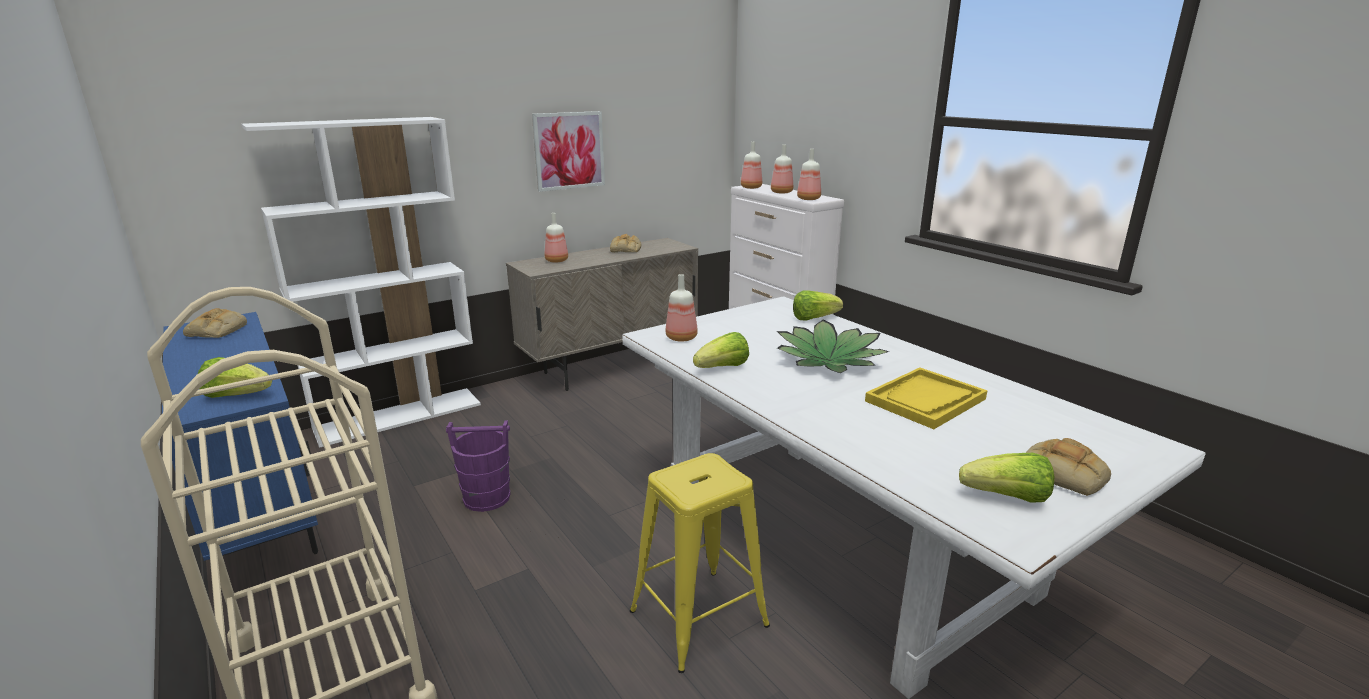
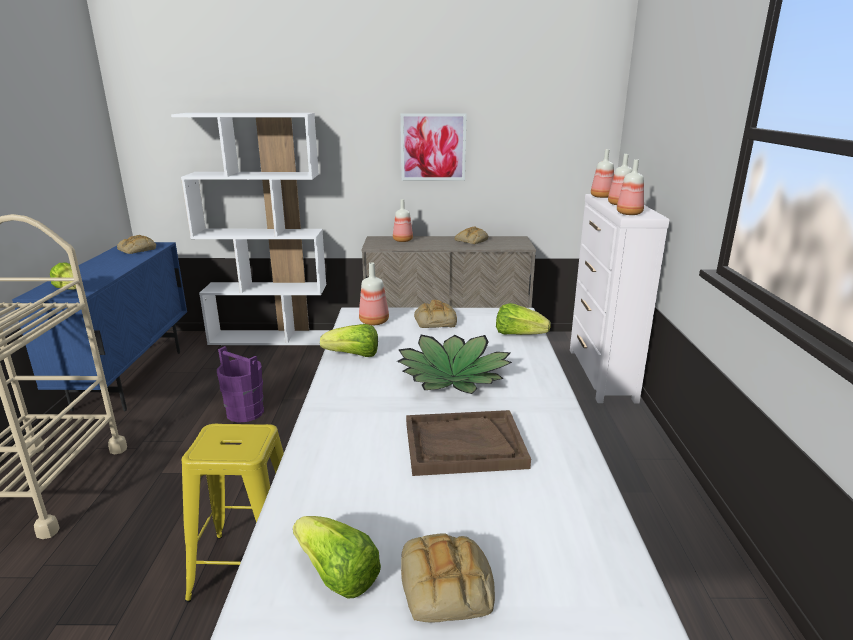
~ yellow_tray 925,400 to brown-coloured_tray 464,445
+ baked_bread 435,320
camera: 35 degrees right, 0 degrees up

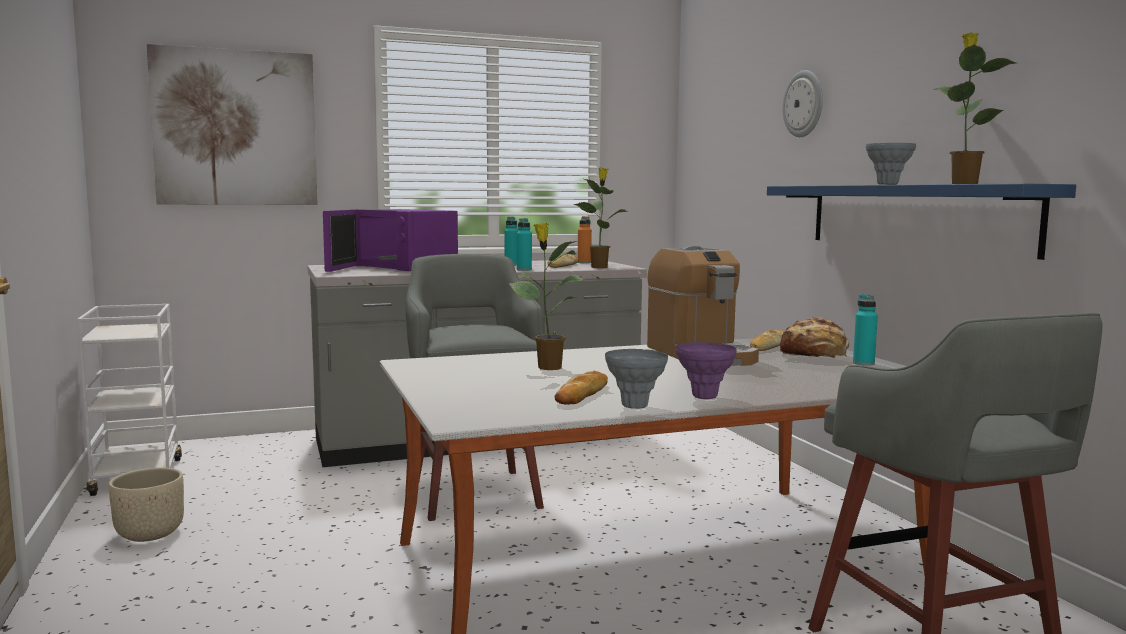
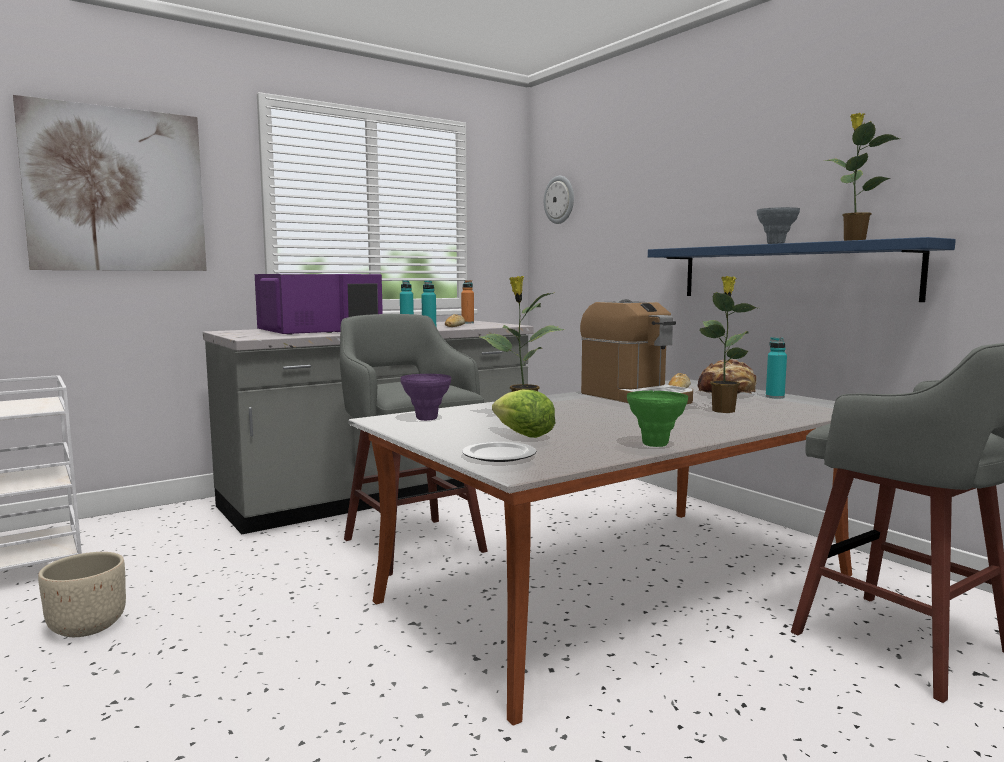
~ purple_microwave_oven 400,267 = 304,330 150 degrees counterclockwise
~ purple_flower_vase 704,397 to 426,419
+ flat_dish 497,455
+ head_of_lettuce 523,435
~ clock_on_the_wall 804,104 to 559,200
~ greyish_flower_vase 635,406 to green-coloured_flower_vase 655,444
~ houseplant 599,267 to 723,410
- baked_bread 582,394
camera: 15 degrees left, 0 degrees up

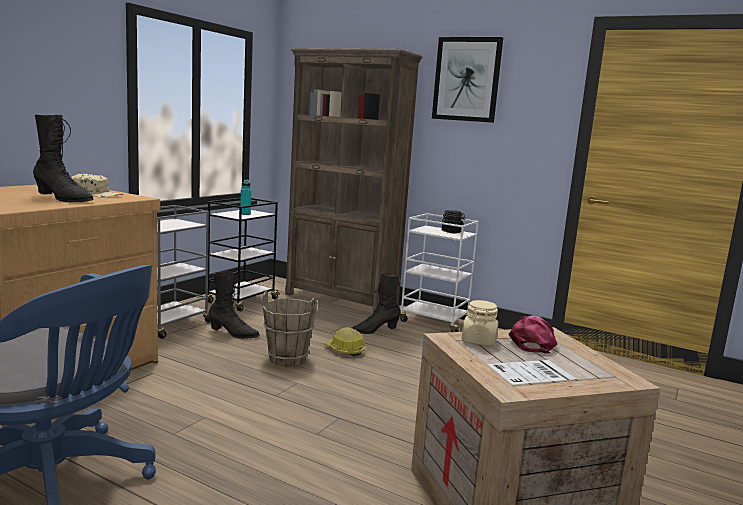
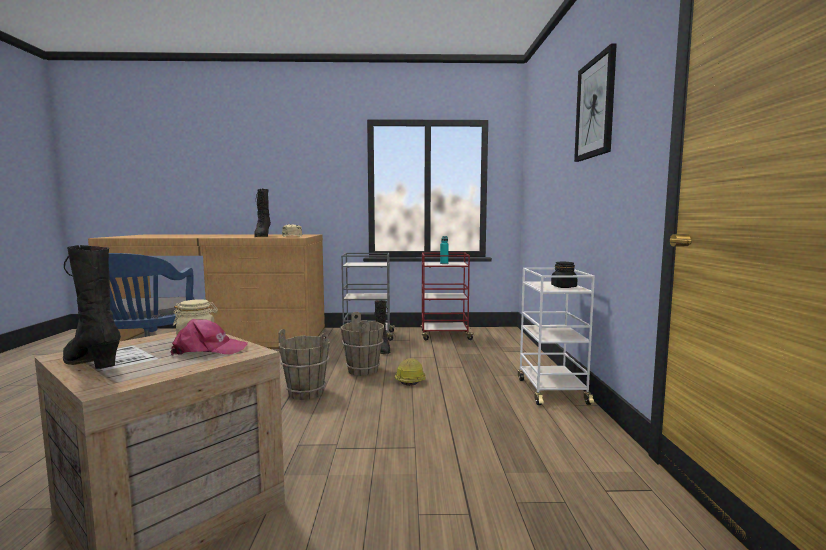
~ black-coloured_high-top_boot 375,331 to 91,364
+ brown-coloured_pail 306,392
~ black-coloured_wheeled_cart 241,301 to reddish_wheeled_cart 444,335
- brown-coloured_bookshelf 341,300
camera: 60 degrees right, 5 degrees down

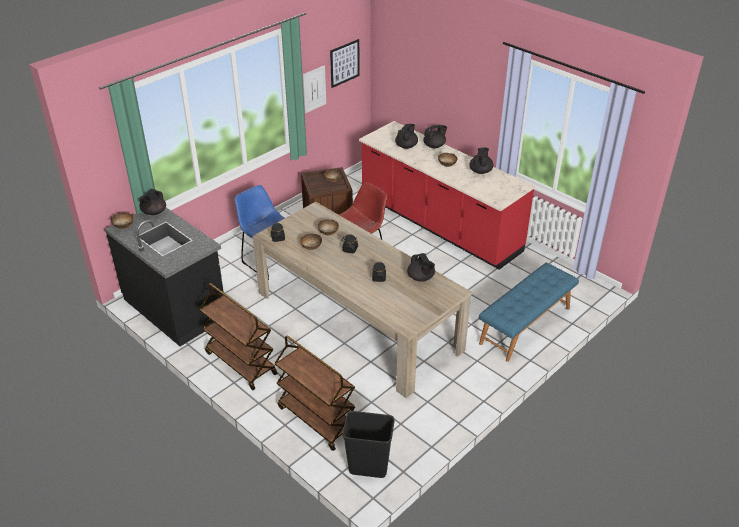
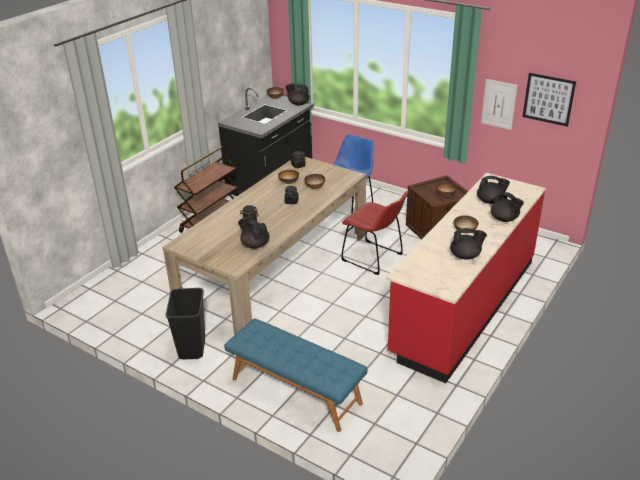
~ black-coloured_trash_can 368,467 to 191,348
~ black-coloured_pot_for_tea 421,278 = 255,244 75 degrees clockwise
- brown-coloured_wheeled_cart 316,419
camera: 80 degrees right, 5 degrees down

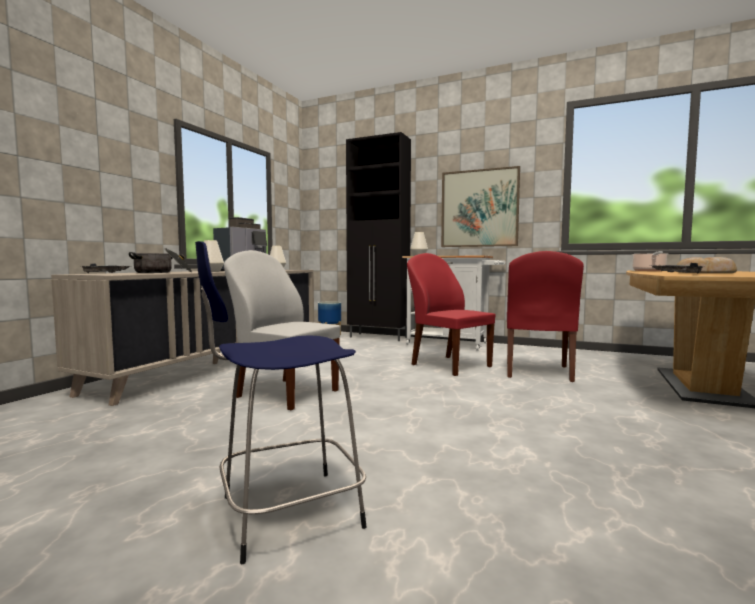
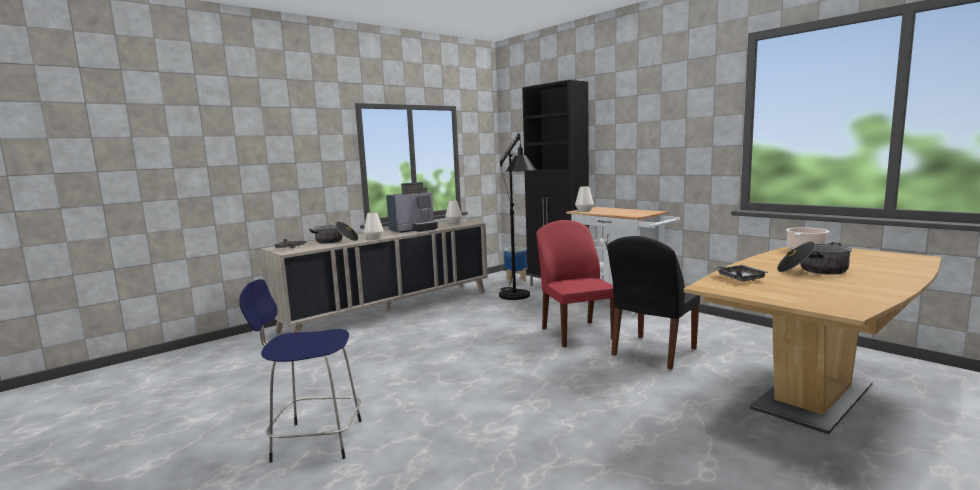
+ black-coloured_standard_lamp 517,298
~ reddish_plain_chair 537,372 to black-coloured_plain_chair 652,353
~ baked_bread 705,272 to saucepot 813,271
- white_plain_chair 285,393
- wall_picture 479,208
camera: 25 degrees right, 5 degrees up

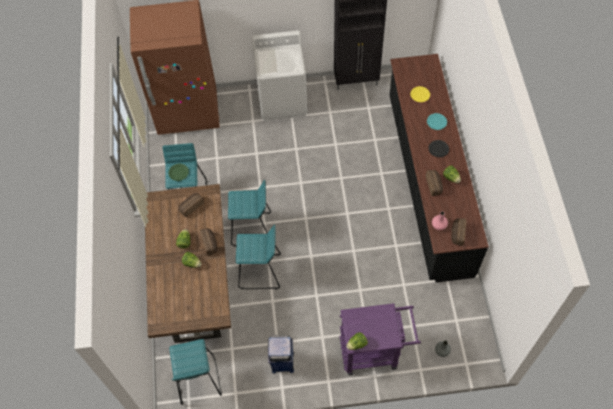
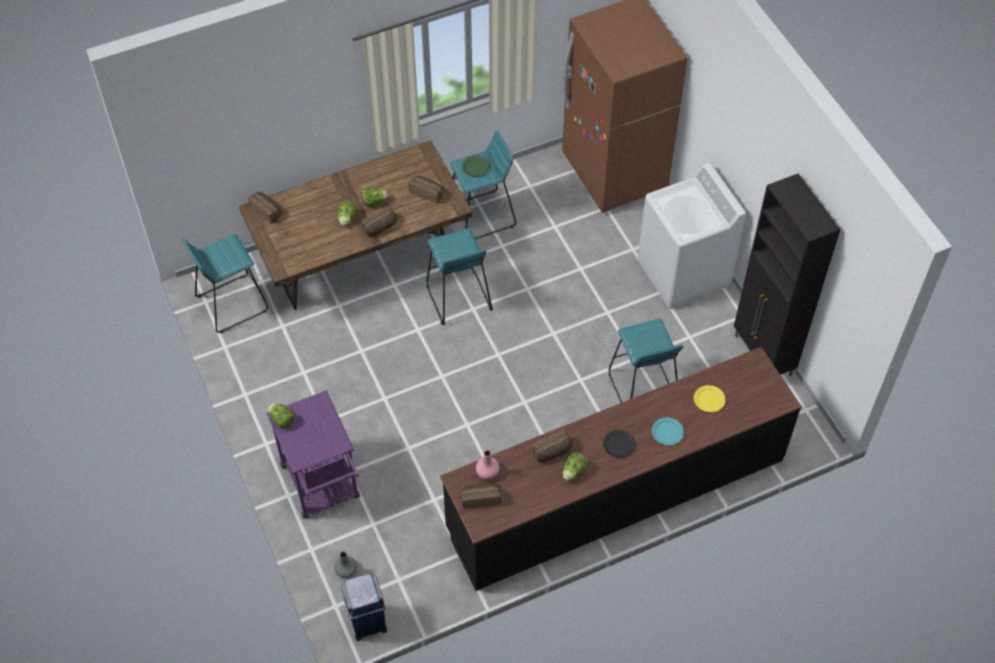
+ baked_bread 267,211
~ blue-coloured_trash_can 282,362 to 367,621
~ turquoise_stool 260,272 to 642,388
camera: 70 degrees right, 5 degrees down

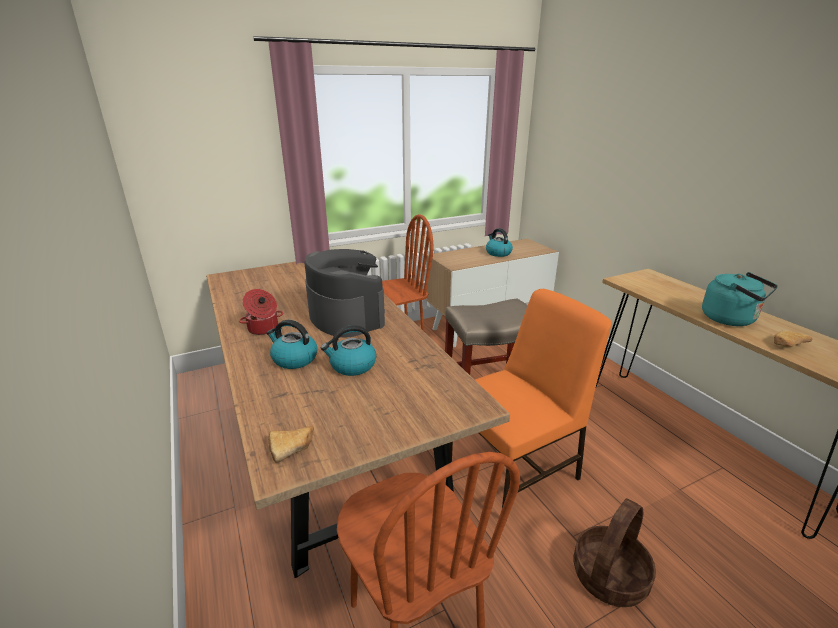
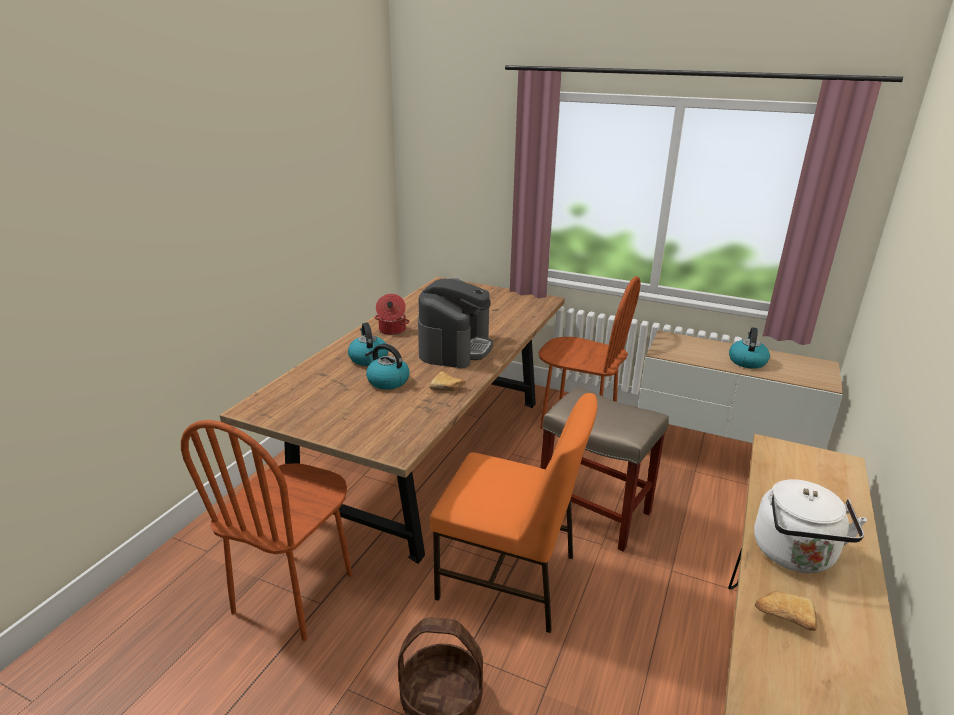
~ baked_bread 293,447 to 448,388
~ turquoise_water_kettle 731,319 to white_water_kettle 795,556
camera: 50 degrees right, 0 degrees up

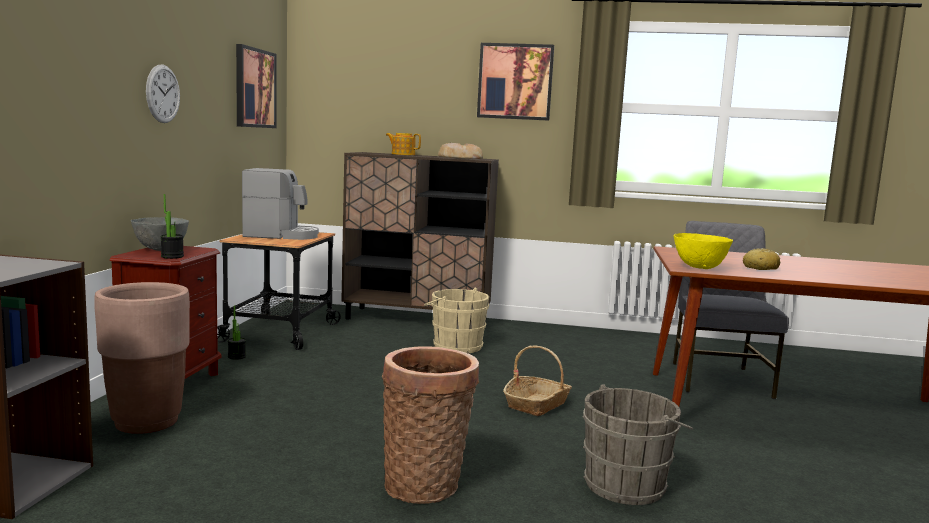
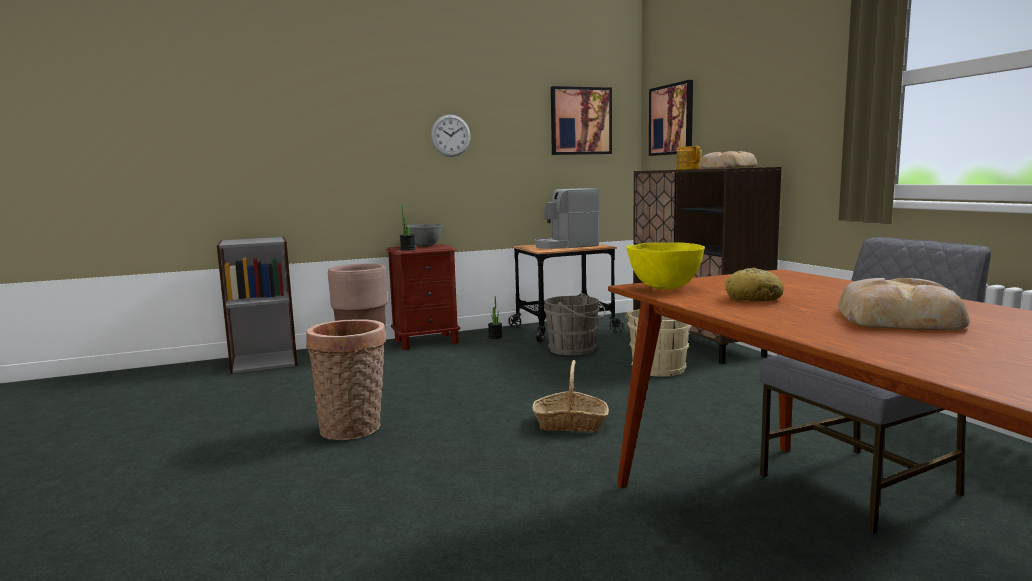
~ coffee_maker 281,235 = 566,246 105 degrees clockwise
~ greyish_pail 629,484 to 575,350
~ wall_picture 515,81 to 671,120
+ baked_bread 900,318
camera: 60 degrees right, 0 degrees up

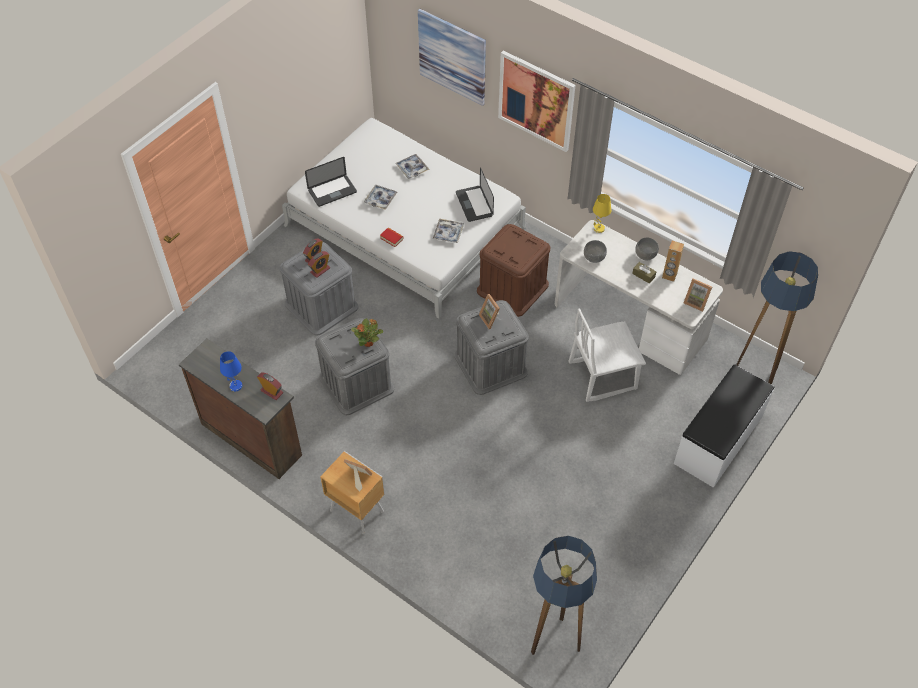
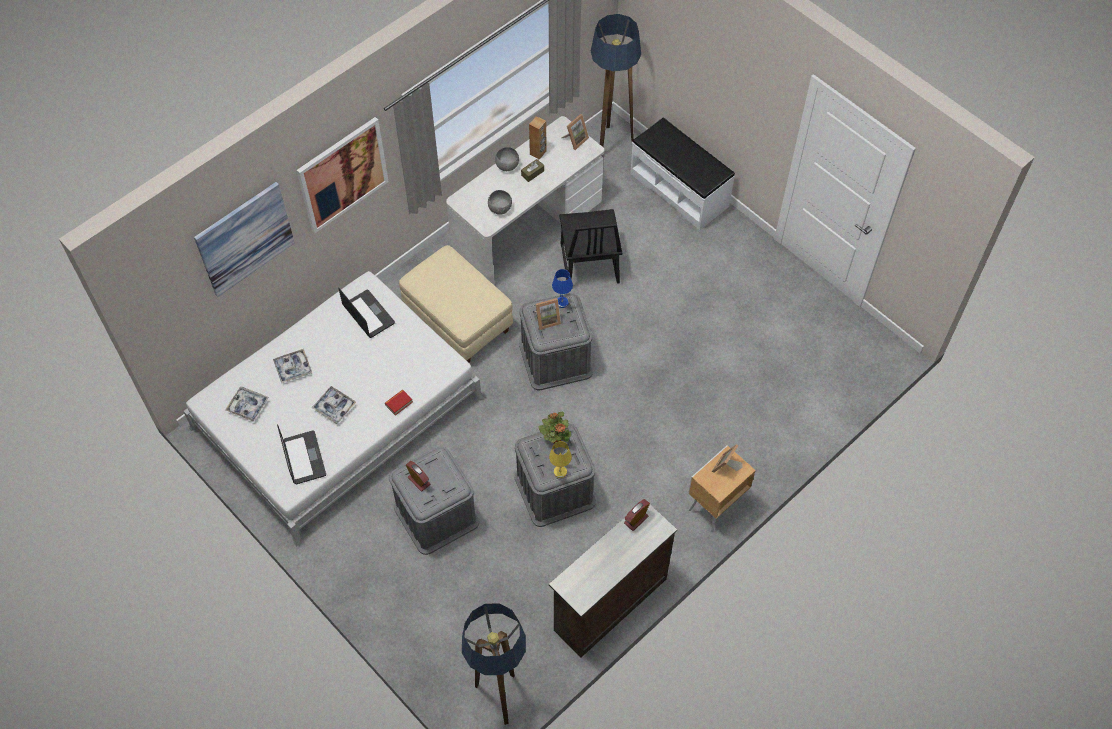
~ tray 448,233 to 248,406
~ portable_computer 474,204 = 368,314 120 degrees counterclockwise
~ brown-coloured_storage_box 512,288 to beige_footrest 457,321
~ standard_lamp 553,643 to 500,699
~ yellow_table_lamp 598,229 to 560,472
~ blue-coloured_table_lamp 235,386 to 562,303
~ white_plain_chair 602,375 to black-coloured_plain_chair 588,264
- table_clock 320,270
camera: 80 degrees left, 5 degrees up

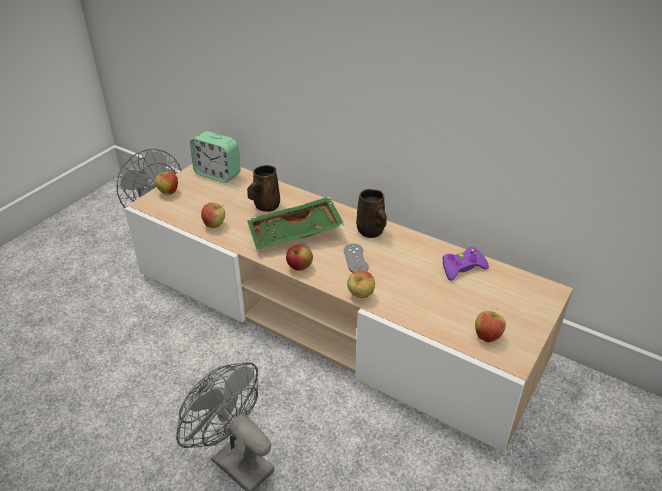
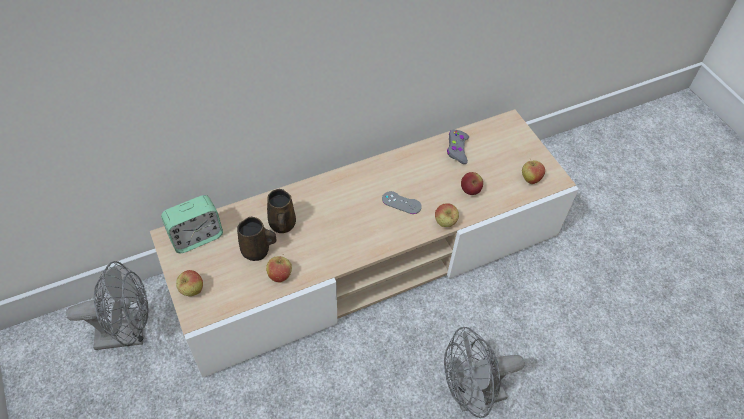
~ brown-coloured_mug 371,232 to 257,251
~ purple_gamepad 462,268 to greyish_gamepad 457,149
~ apple 299,267 to 470,190
- green-coloured_tray 295,234
camera: 60 degrees left, 15 degrees up

